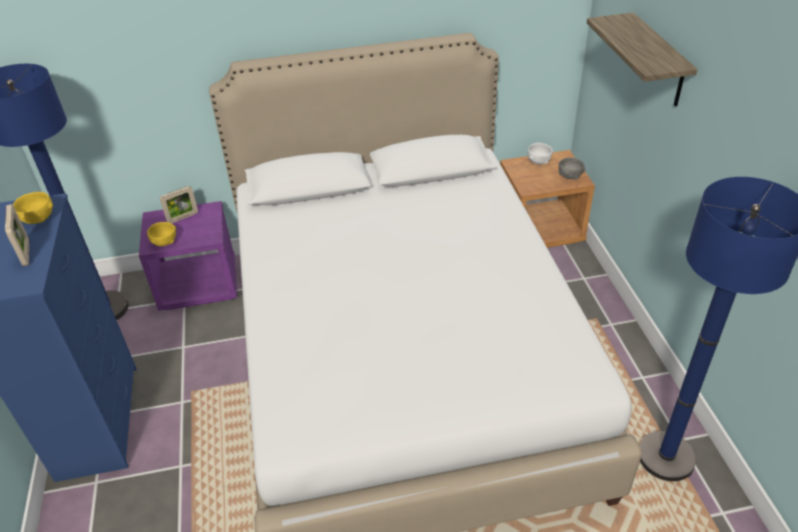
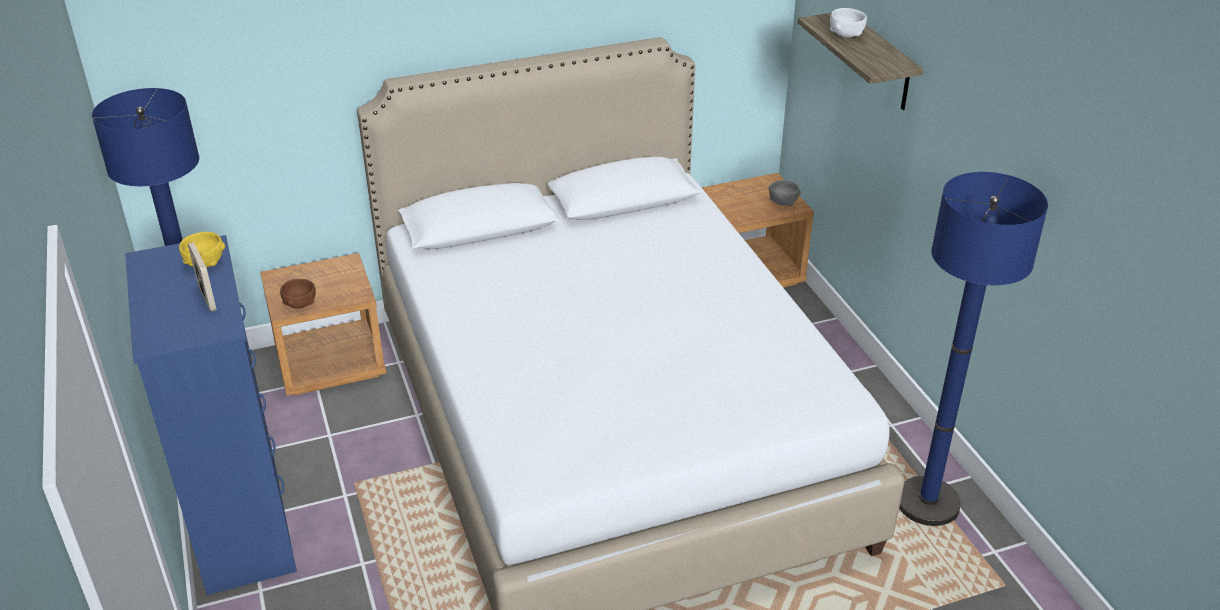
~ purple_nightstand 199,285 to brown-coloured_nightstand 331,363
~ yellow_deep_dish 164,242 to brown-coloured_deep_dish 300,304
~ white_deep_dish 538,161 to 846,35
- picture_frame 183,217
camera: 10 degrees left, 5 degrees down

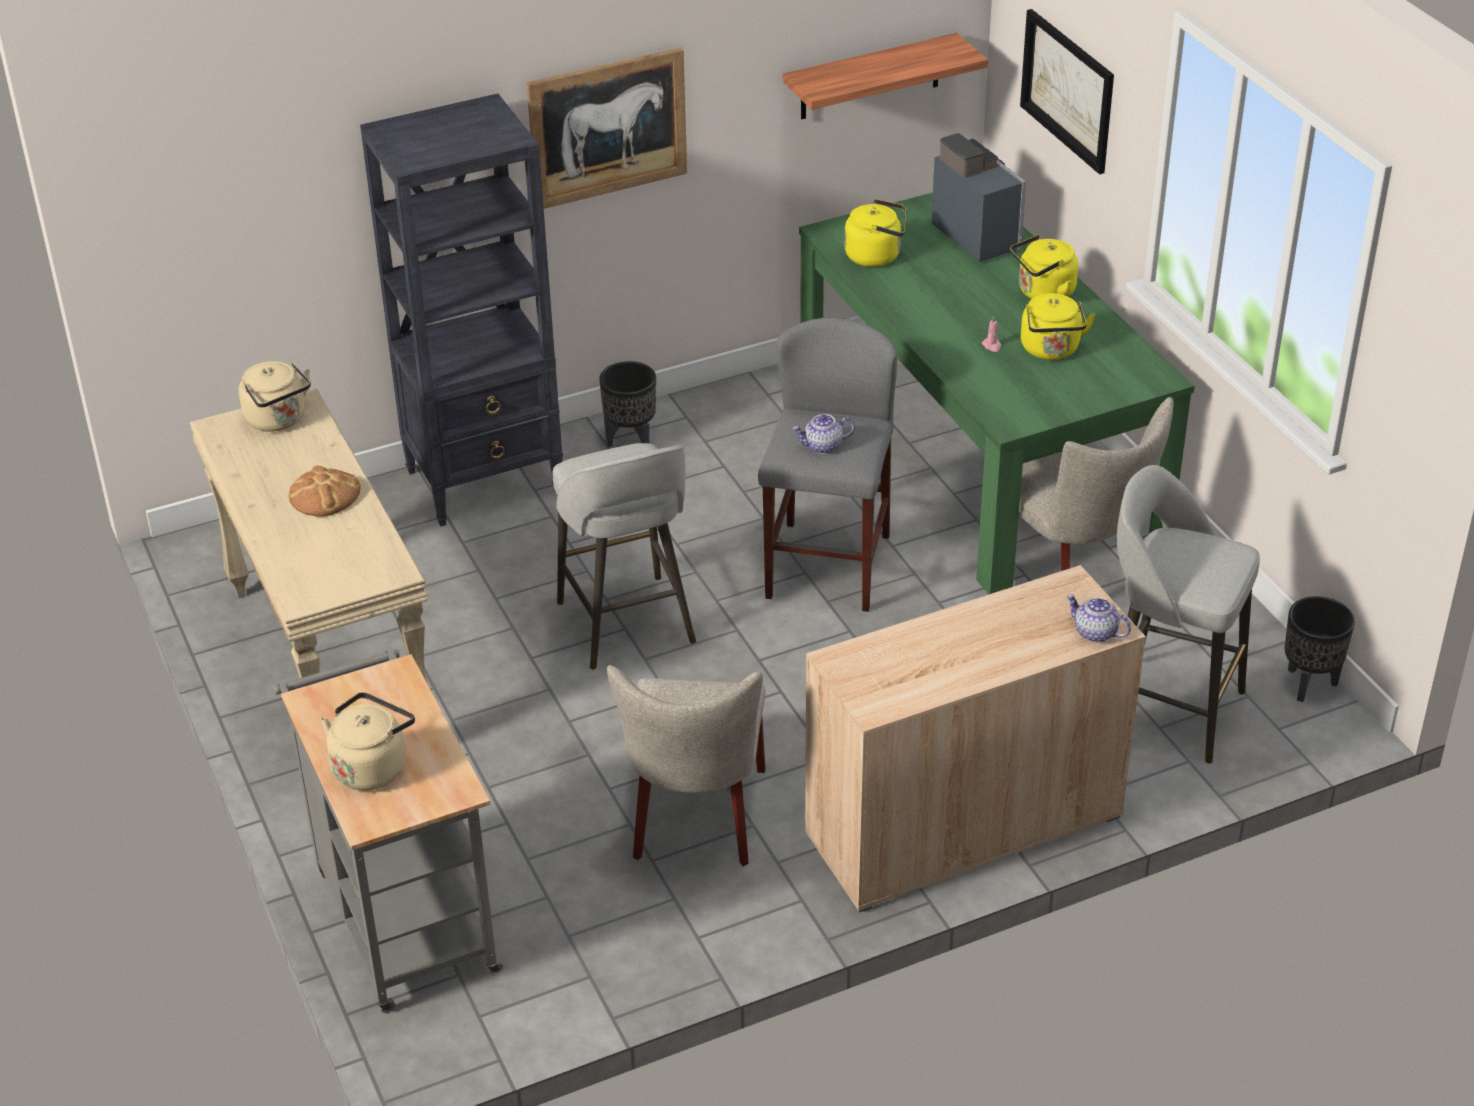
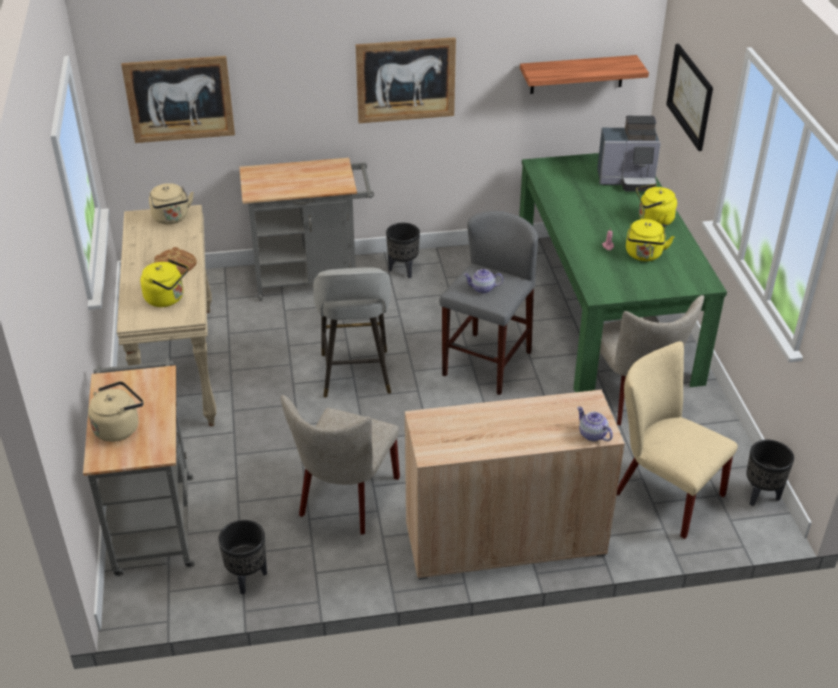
+ wall_picture 179,99
~ yellow_water_kettle 876,256 to 167,298
+ black-coloured_flower_pot 248,578
~ black-coloured_bookshelf 486,481 to greyish_wheeled_cart 312,278
~ coffee_maker 978,235 = 627,180 105 degrees clockwise
~ greyish_stool 1166,708 to beige_plain_chair 662,492
camera: 15 degrees right, 0 degrees up

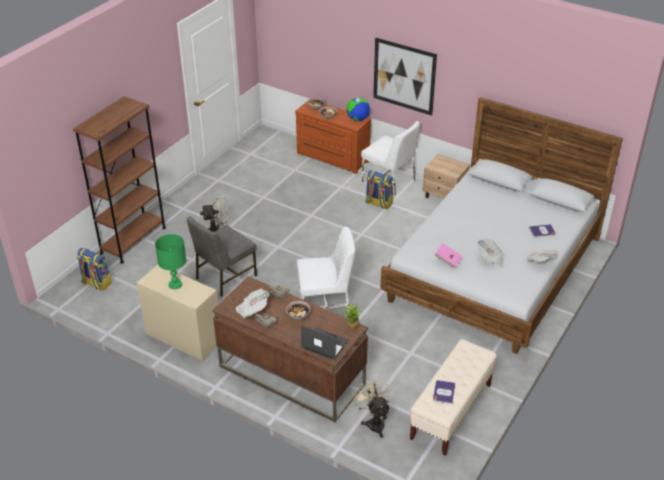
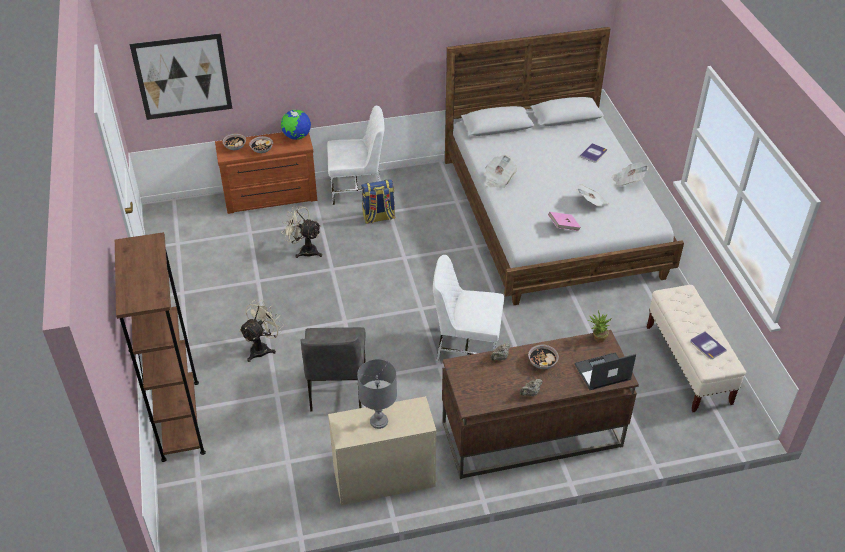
~ wall_picture 404,76 to 182,77
~ beige_electric_fan 374,422 to 304,250
~ green-coloured_table_lamp 175,284 to greyish_table_lamp 379,421
~ white_plain_chair 325,304 = 466,346 120 degrees counterclockwise
~ daily_paper 252,310 to 498,179
- rucksack 96,283
- beige_nightstand 444,196
camera: 45 degrees left, 5 degrees up

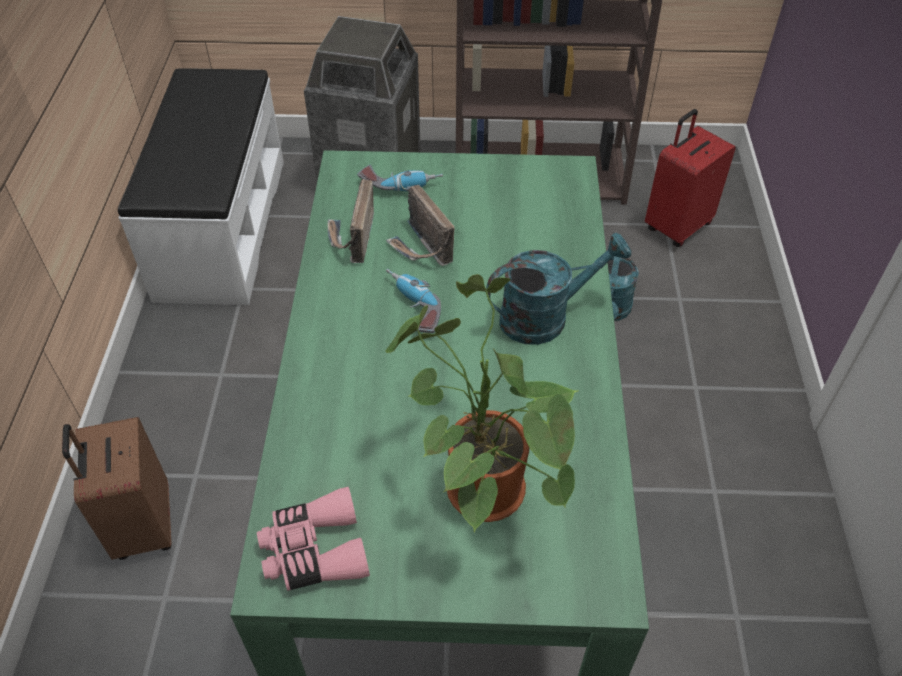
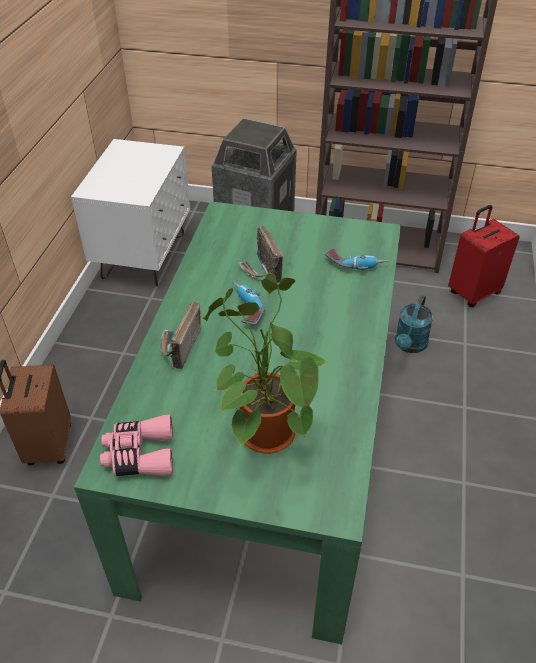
~ white_indoor_bench 220,227 to white_nightstand 144,256
~ radio_receiver 351,240 to 178,348
~ drill 400,184 to 356,264
- turquoise_watering_can 545,316
camera: 10 degrees right, 5 degrees down

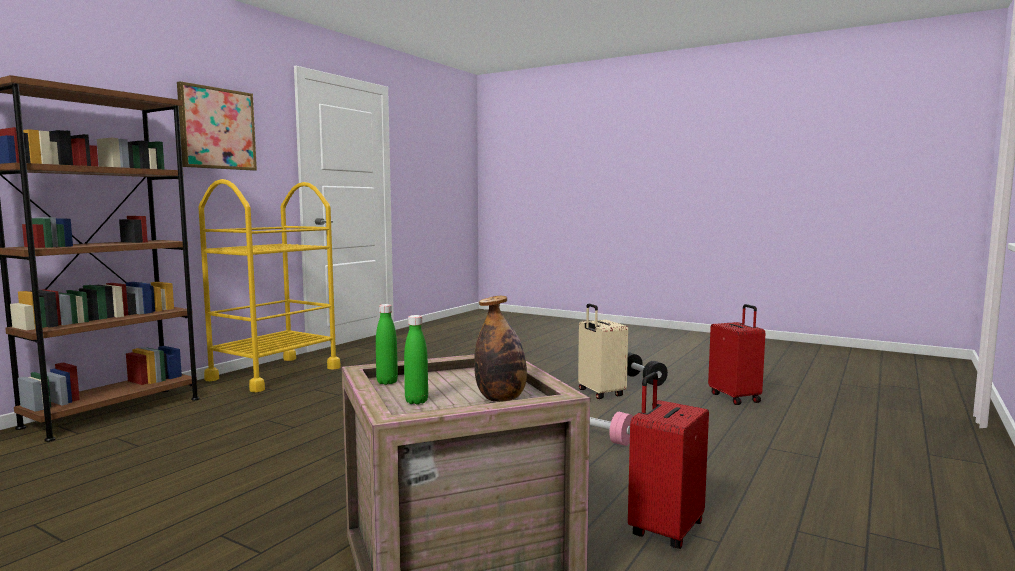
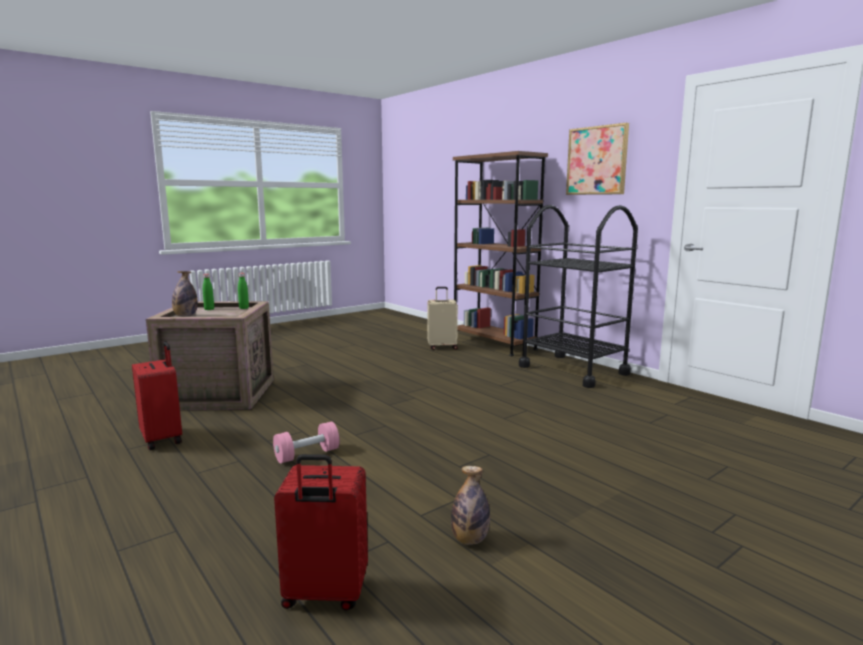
~ beige_suitcase 600,393 to 442,347
~ black-coloured_dumbbell 642,380 to beverage_bottle 470,540
~ yellow_wheeled_cart 274,374 to black-coloured_wheeled_cart 573,370
camera: 110 degrees right, 5 degrees up

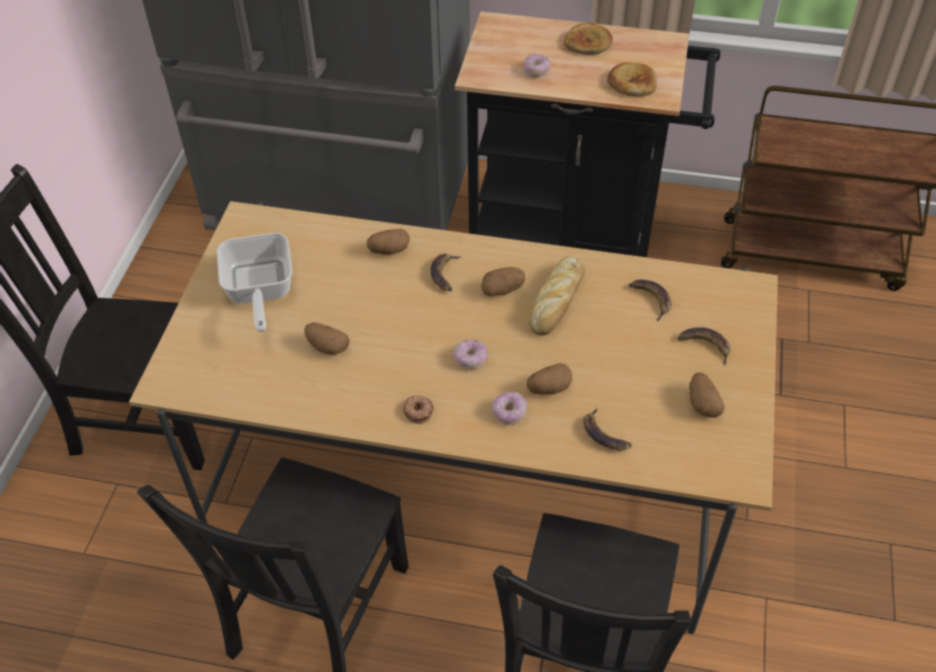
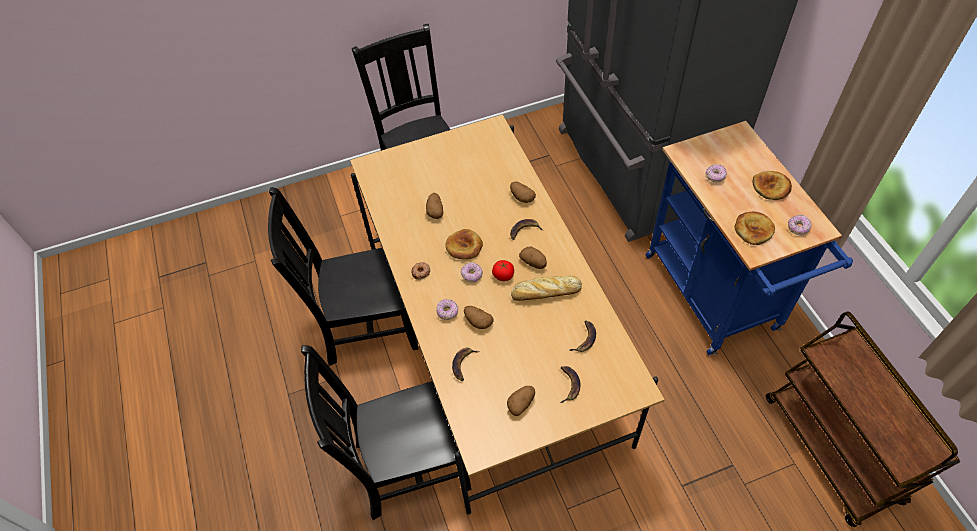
+ baked_bread 464,246
+ tomato 503,275
~ black-coloured_wheeled_cart 575,234 to blue-coloured_wheeled_cart 716,299
+ doughnut 797,228
- pan 259,292
camera: 60 degrees right, 5 degrees up

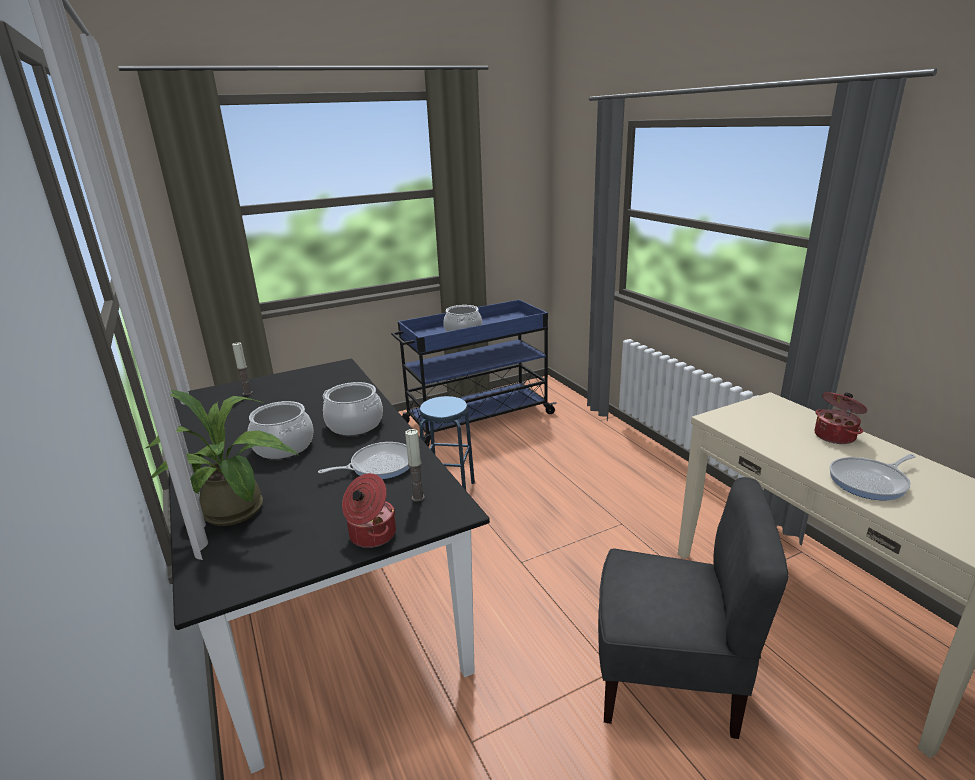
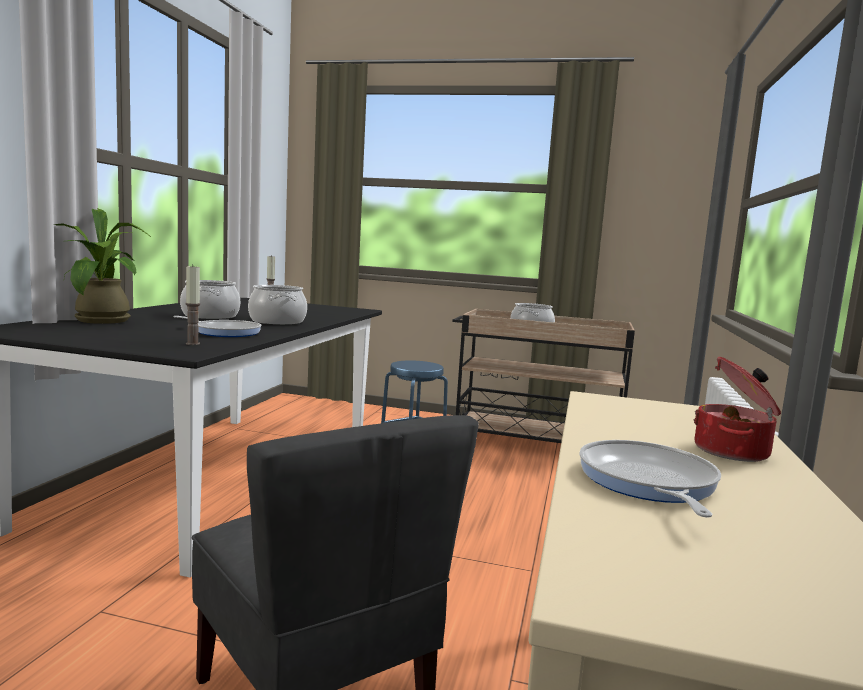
~ blue-coloured_wheeled_cart 476,419 to beige_wheeled_cart 534,444
~ pan 870,482 = 647,483 75 degrees clockwise
- saucepot 371,535
camera: 40 degrees right, 15 degrees down

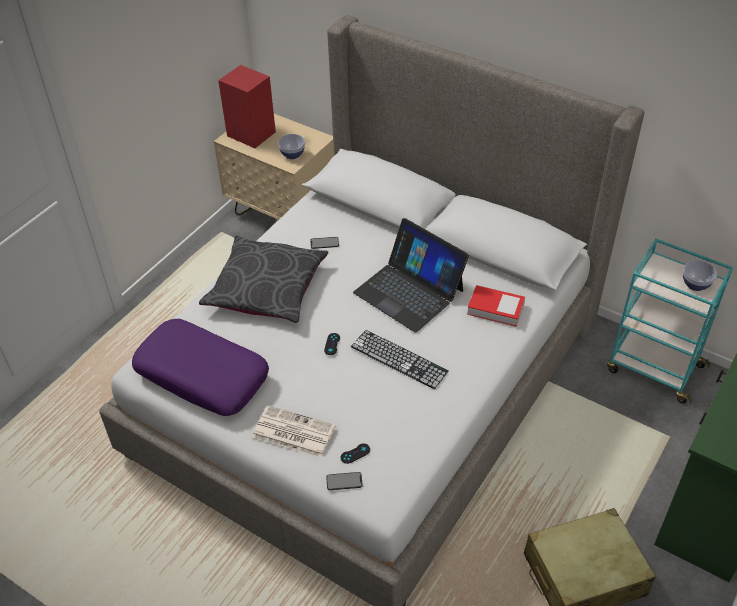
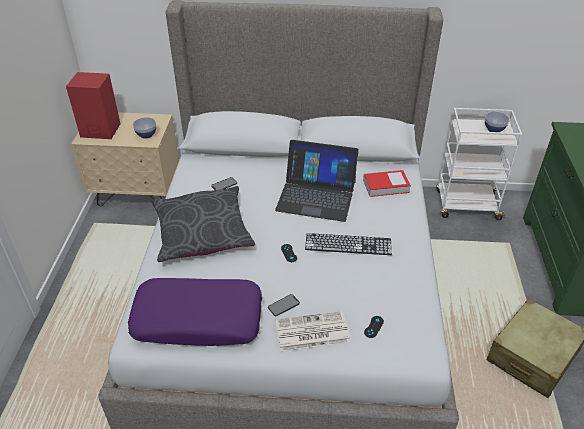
~ telephone 344,481 to 283,305
~ turquoise_wheeled_cart 653,368 to white_wheeled_cart 466,205
camera: 30 degrees left, 5 degrees down

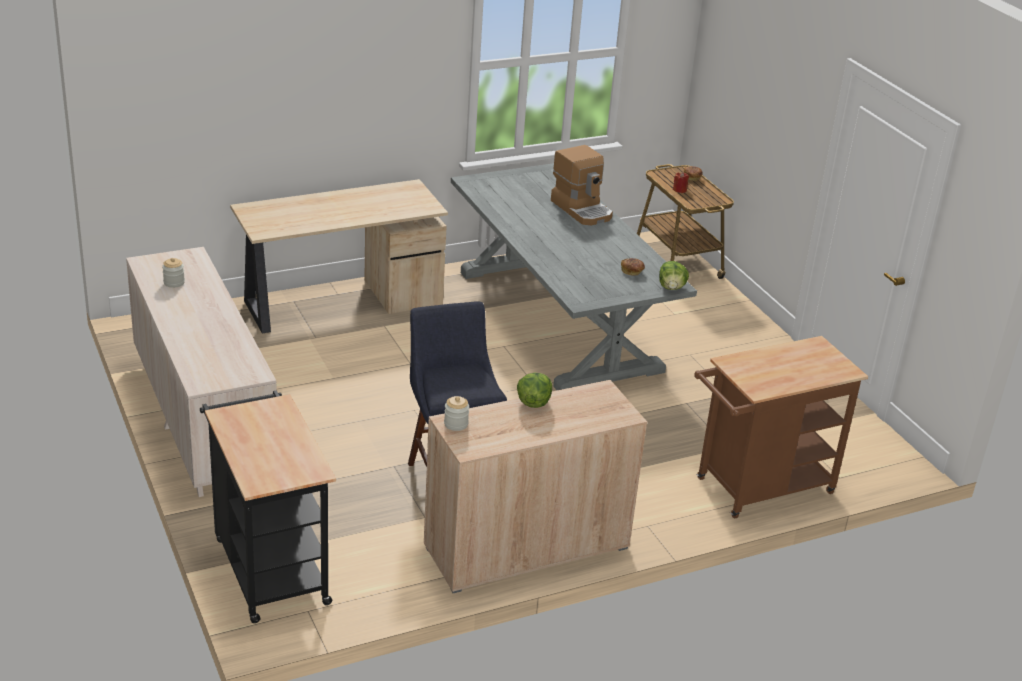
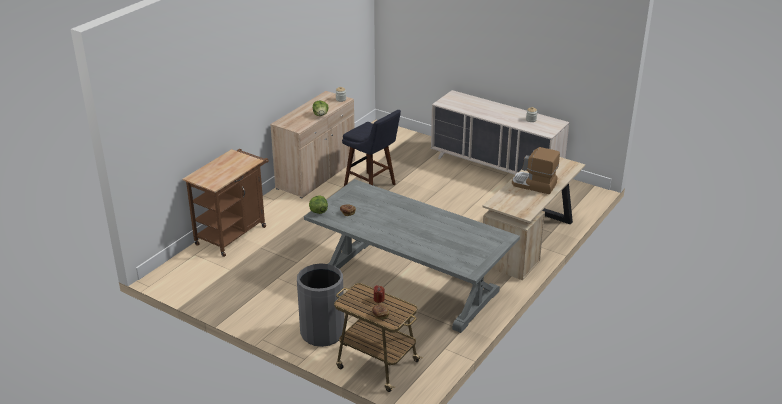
+ greyish_trash_can 322,333
~ coffee_maker 582,209 to 534,185
- black-coloured_wheeled_cart 268,565
camera: 150 degrees right, 0 degrees up

